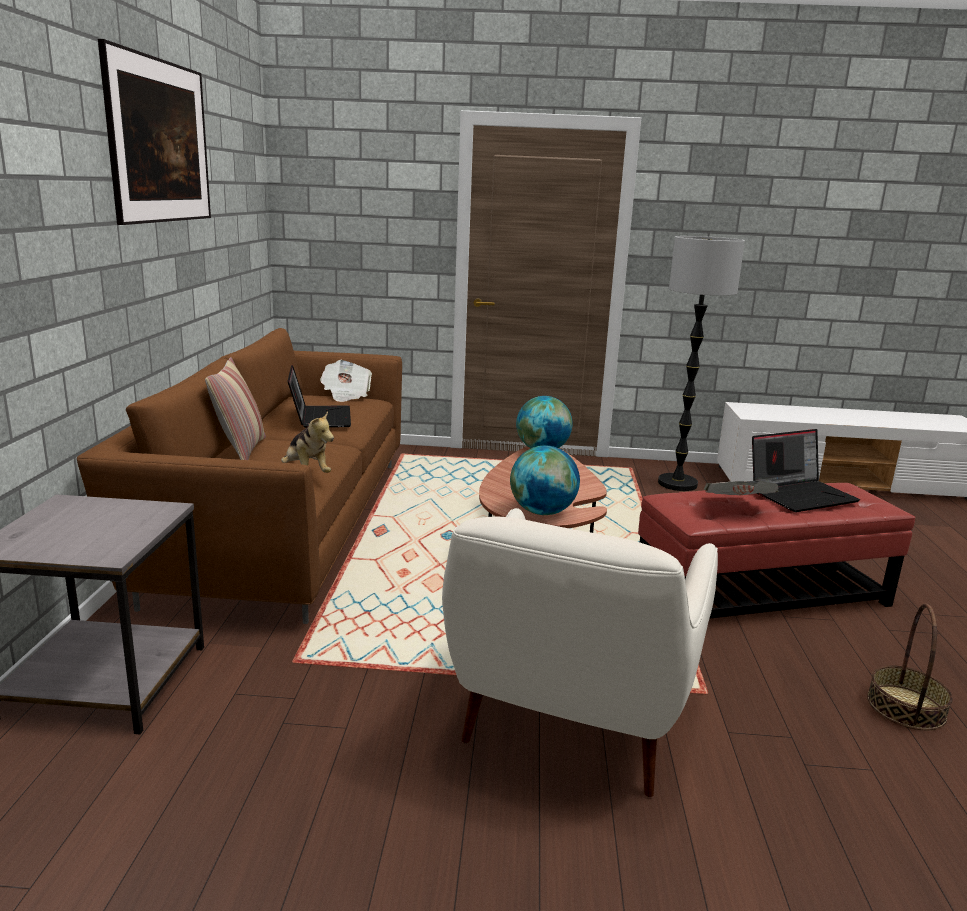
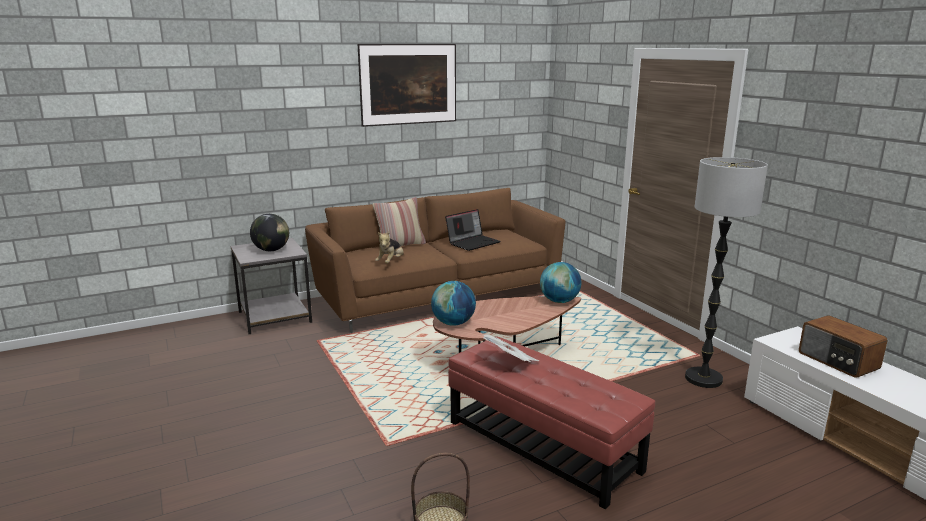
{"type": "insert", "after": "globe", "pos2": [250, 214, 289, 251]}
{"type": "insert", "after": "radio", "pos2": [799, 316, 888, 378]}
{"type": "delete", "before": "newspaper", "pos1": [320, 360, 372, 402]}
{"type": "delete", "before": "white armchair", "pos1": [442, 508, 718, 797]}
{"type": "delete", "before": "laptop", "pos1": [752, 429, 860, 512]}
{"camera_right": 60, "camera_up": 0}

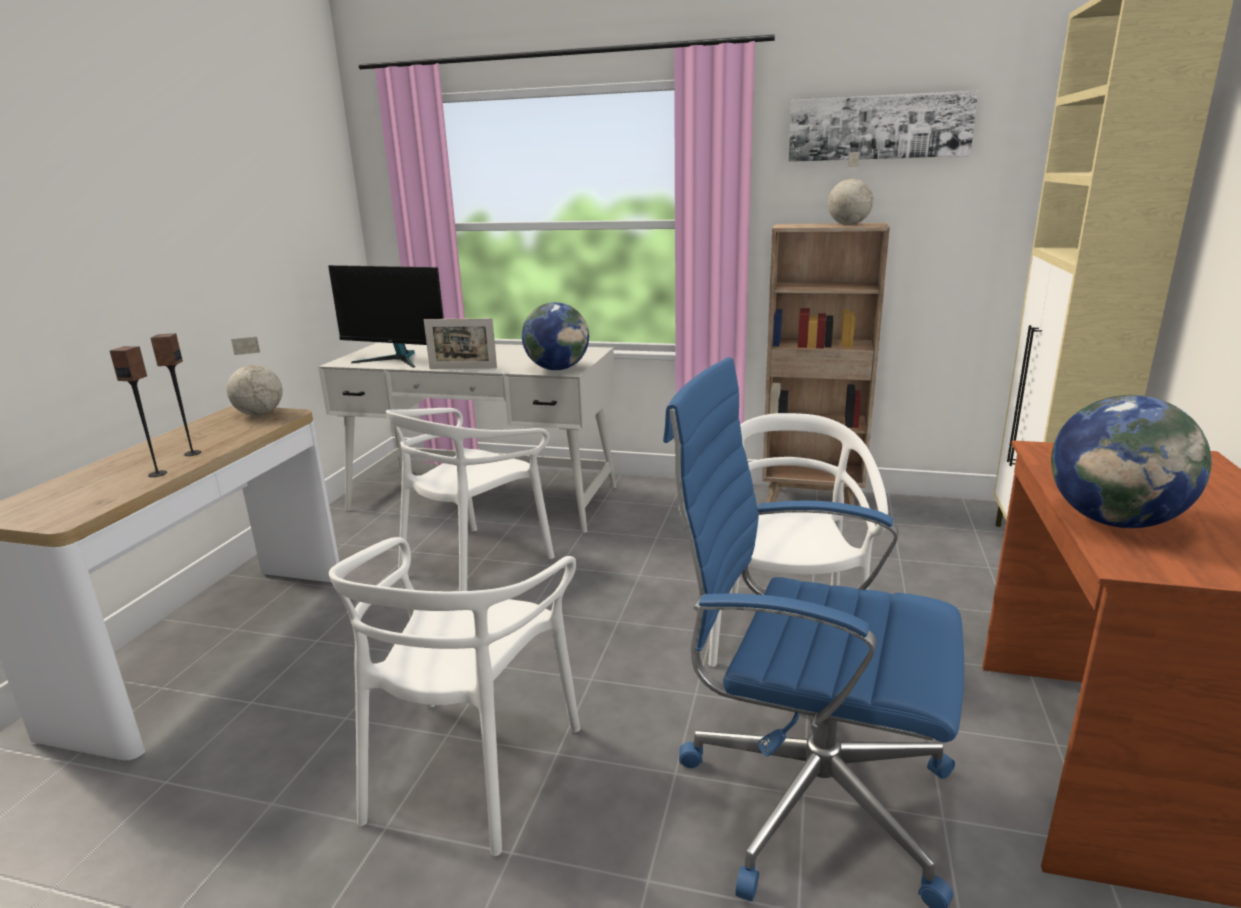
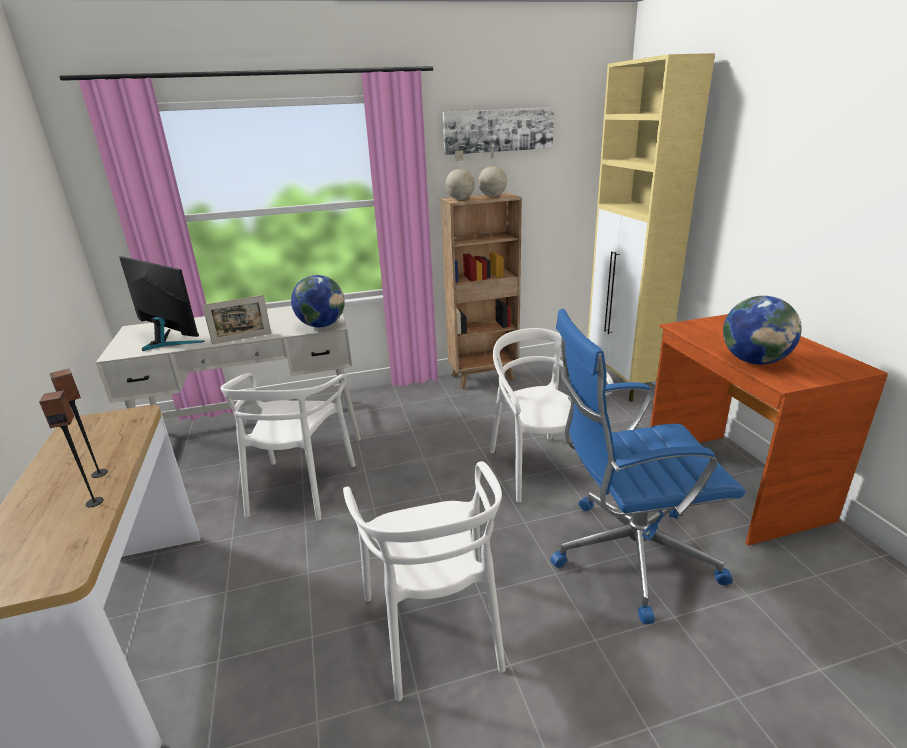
{"type": "rotate", "before": "monitor", "pos1": [328, 265, 444, 368], "pos2": [119, 256, 204, 351], "turn": -135}
{"type": "move", "before": "globe", "pos1": [227, 337, 283, 416], "pos2": [445, 150, 475, 200]}
{"camera_right": -30, "camera_up": 5}

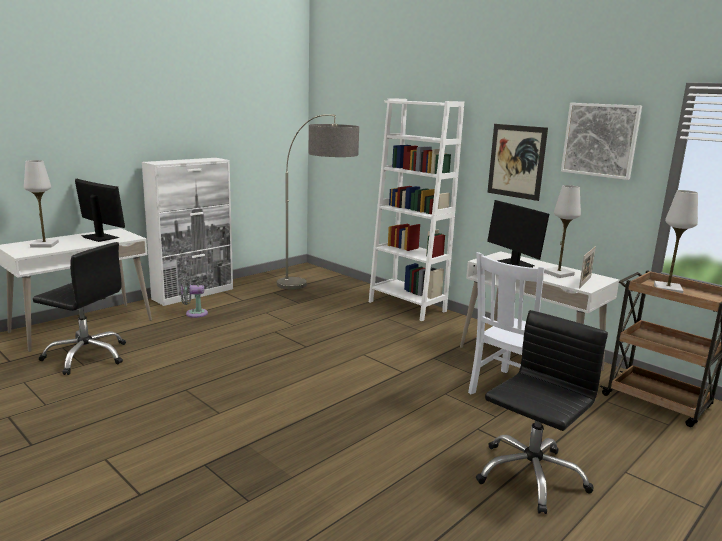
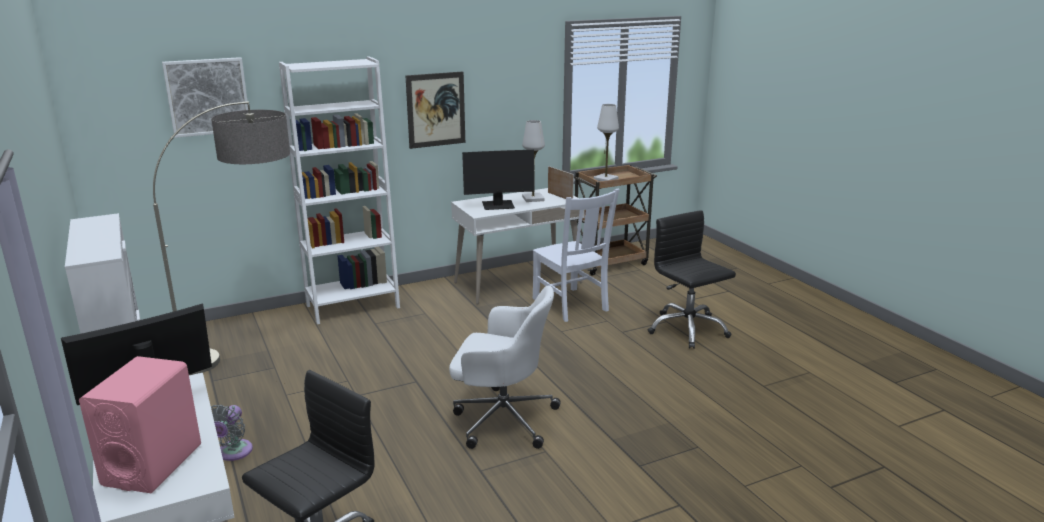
{"type": "replace", "before": "white table lamp", "after": "pink speaker", "pos1": [24, 160, 59, 247], "pos2": [79, 356, 201, 493]}
{"type": "move", "before": "picture", "pos1": [561, 103, 642, 180], "pos2": [162, 57, 248, 138]}
{"type": "insert", "after": "white office chair", "pos2": [449, 285, 561, 449]}
{"camera_right": -70, "camera_up": 5}

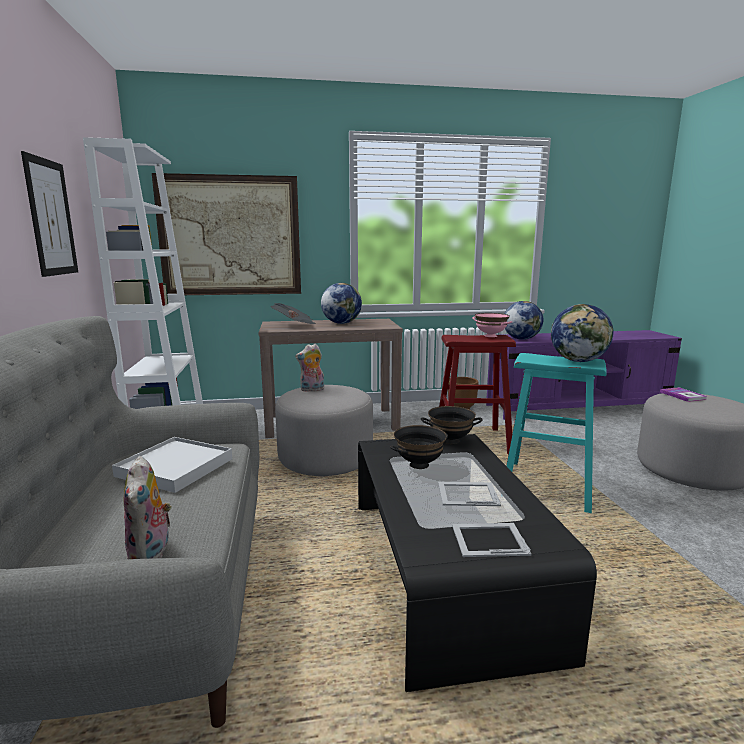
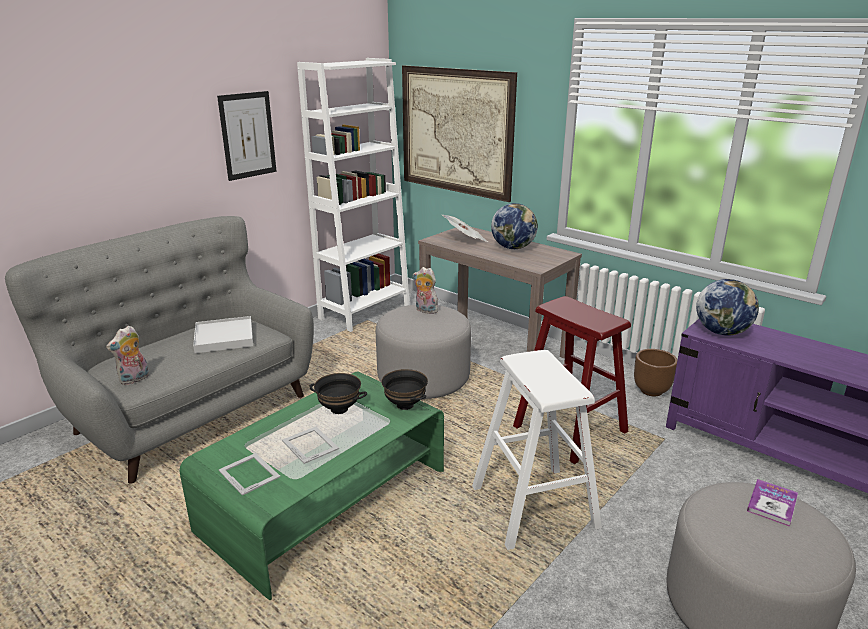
{"type": "recolor", "before": "black coffee table", "after": "green coffee table", "pos1": [358, 434, 597, 692], "pos2": [180, 372, 444, 600]}
{"type": "recolor", "before": "turquoise stool", "after": "white stool", "pos1": [506, 353, 607, 513], "pos2": [472, 350, 602, 550]}
{"type": "delete", "before": "pink bowl", "pos1": [472, 313, 512, 337]}
{"type": "delete", "before": "globe", "pos1": [551, 304, 614, 362]}
{"camera_right": 50, "camera_up": 10}

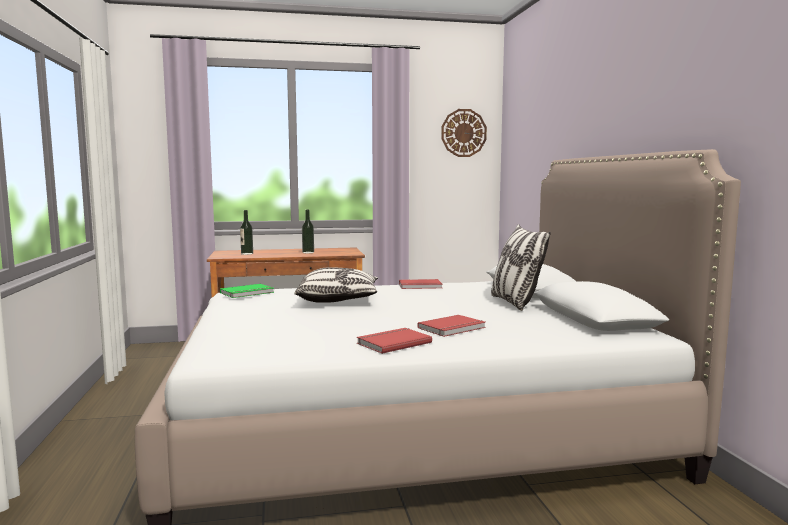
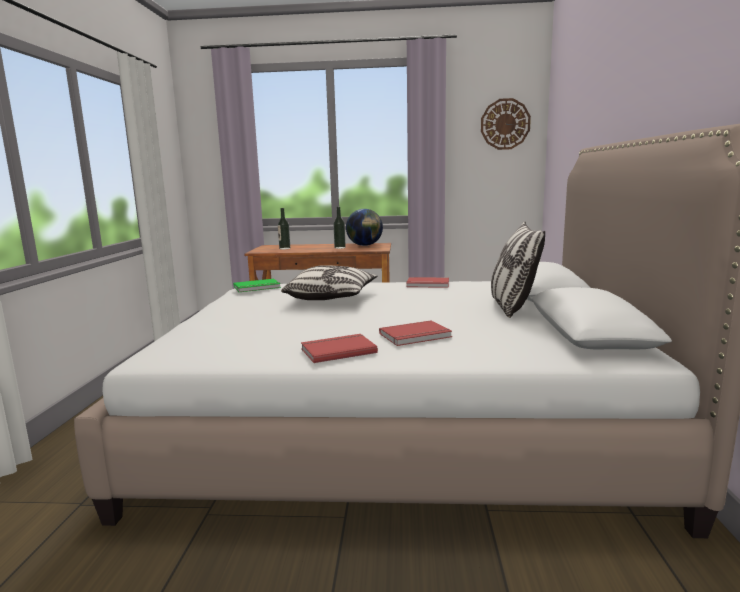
{"type": "insert", "after": "globe", "pos2": [346, 209, 383, 246]}
{"camera_right": 15, "camera_up": 5}

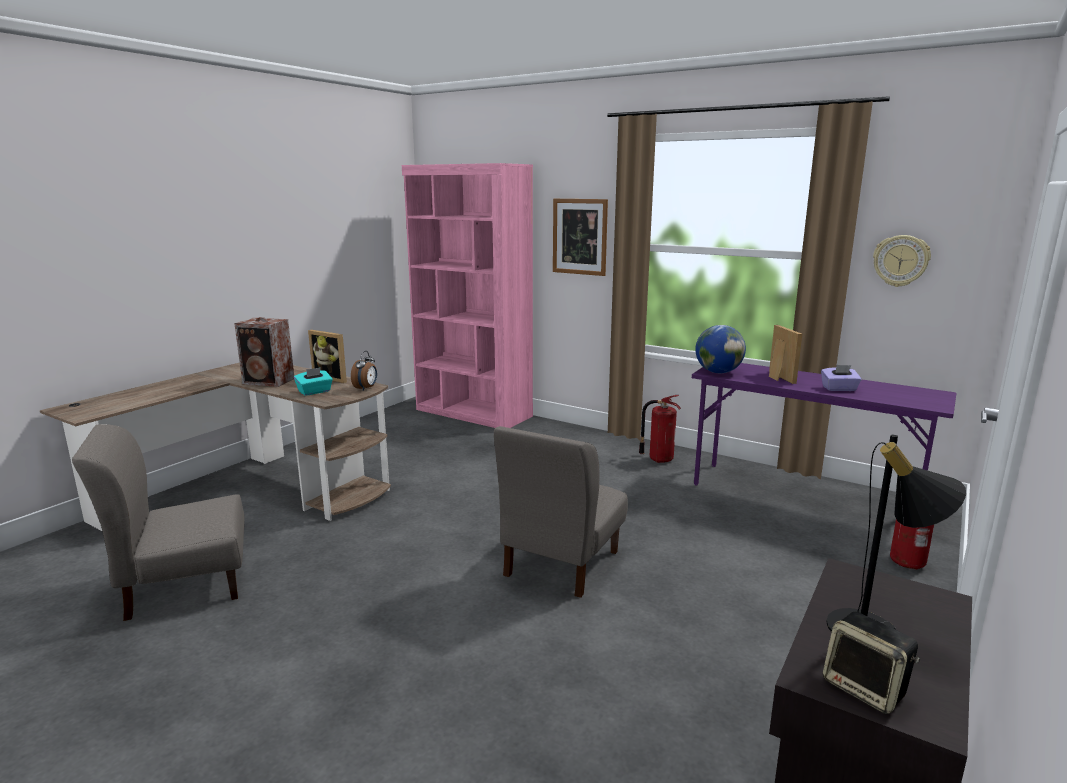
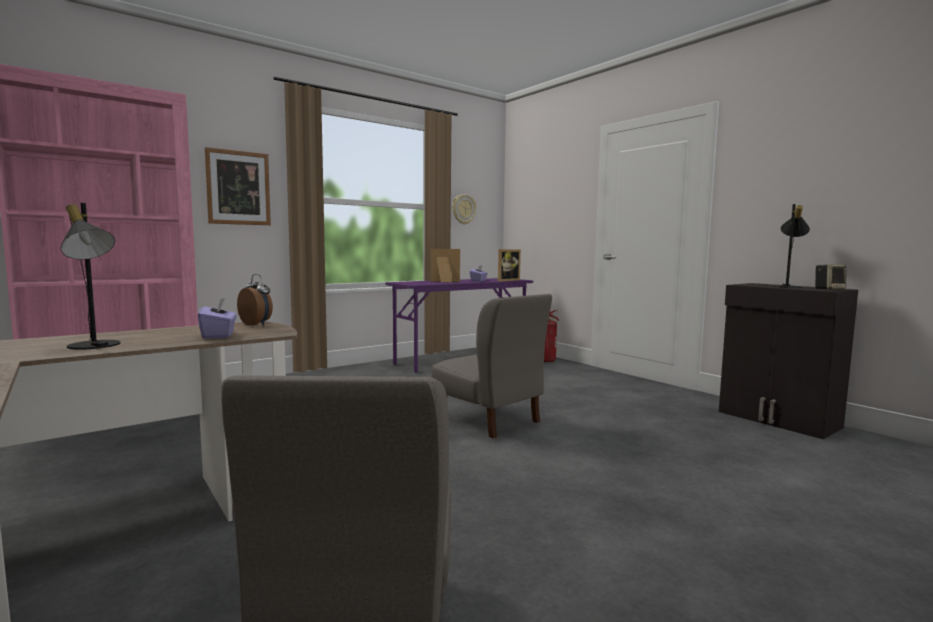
{"type": "replace", "before": "speaker", "after": "black table lamp", "pos1": [234, 317, 294, 387], "pos2": [61, 203, 120, 350]}
{"type": "recolor", "before": "turquoise tissue box", "after": "purple tissue box", "pos1": [294, 367, 333, 396], "pos2": [198, 298, 237, 339]}
{"type": "move", "before": "picture frame", "pos1": [308, 330, 347, 383], "pos2": [498, 249, 521, 281]}
{"type": "delete", "before": "fire extinguisher", "pos1": [639, 395, 681, 463]}
{"type": "delete", "before": "globe", "pos1": [695, 325, 746, 373]}
{"camera_right": -70, "camera_up": -10}

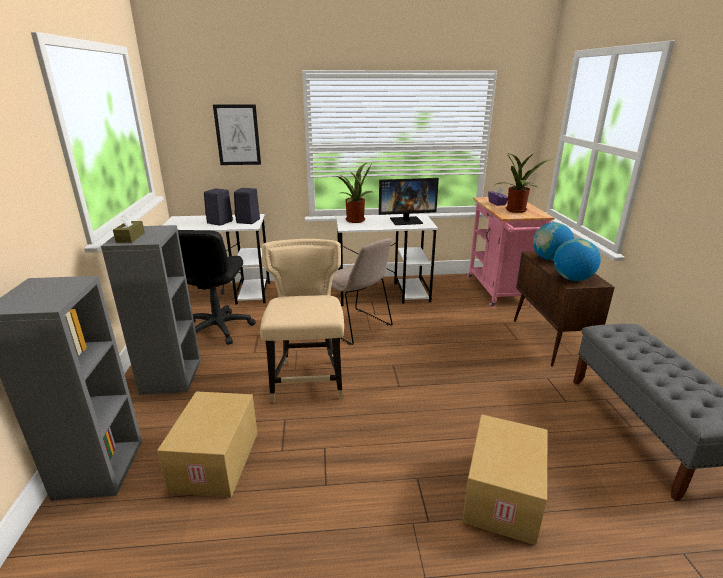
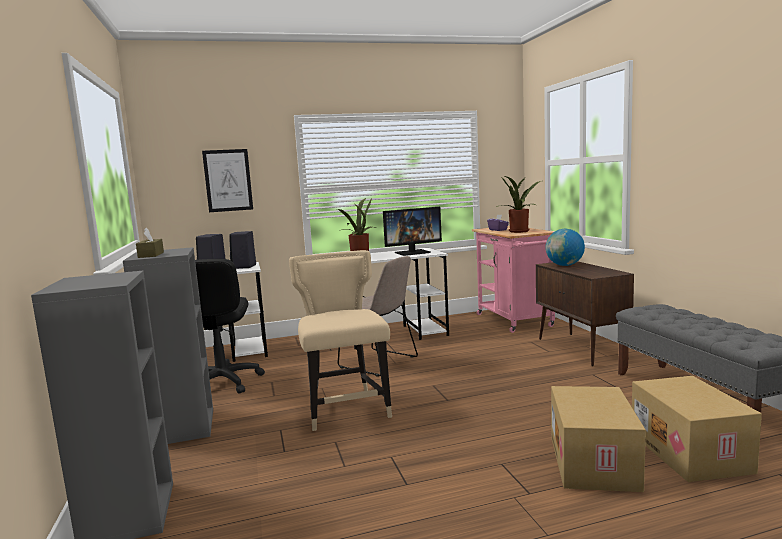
{"type": "move", "before": "cardboard box", "pos1": [157, 391, 257, 498], "pos2": [632, 376, 762, 482]}
{"type": "delete", "before": "globe", "pos1": [554, 239, 601, 281]}
{"camera_right": -10, "camera_up": -15}

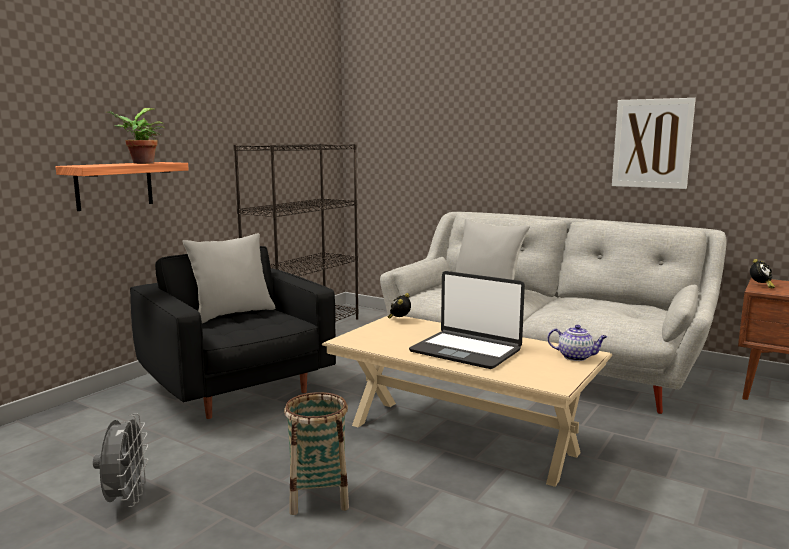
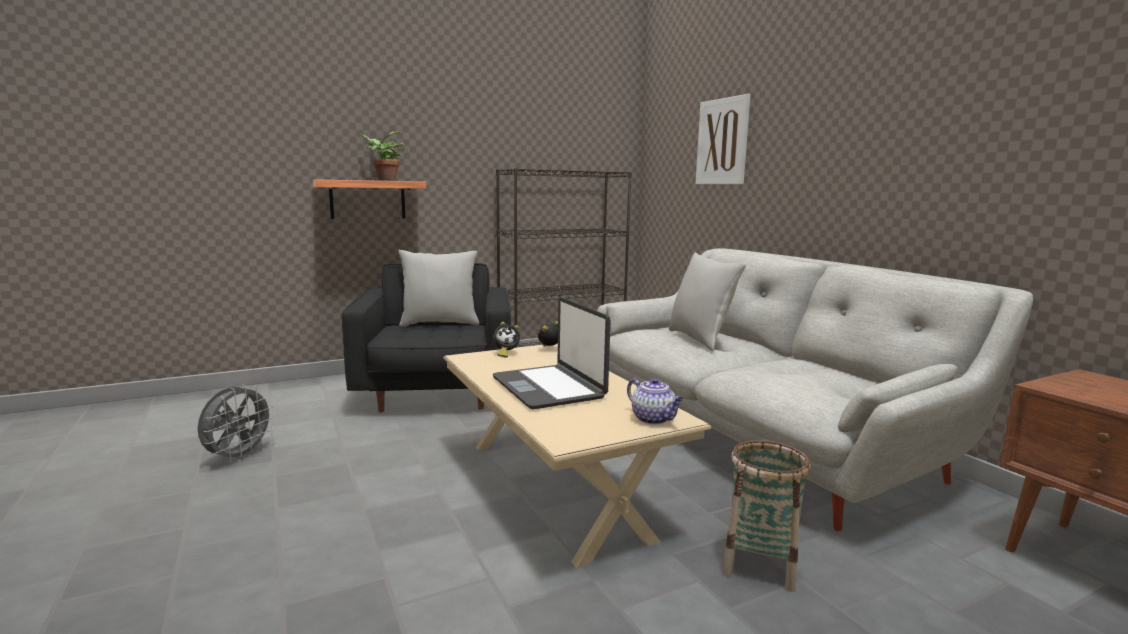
{"type": "move", "before": "alarm clock", "pos1": [750, 259, 775, 288], "pos2": [494, 322, 520, 358]}
{"type": "move", "before": "picture", "pos1": [612, 98, 696, 189], "pos2": [696, 94, 751, 184]}
{"type": "move", "before": "basket", "pos1": [284, 392, 349, 515], "pos2": [722, 440, 811, 591]}
{"camera_right": 30, "camera_up": 0}

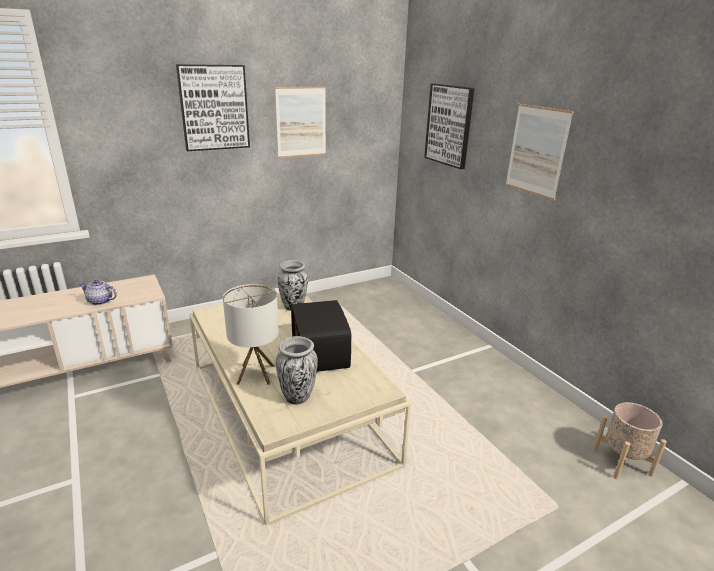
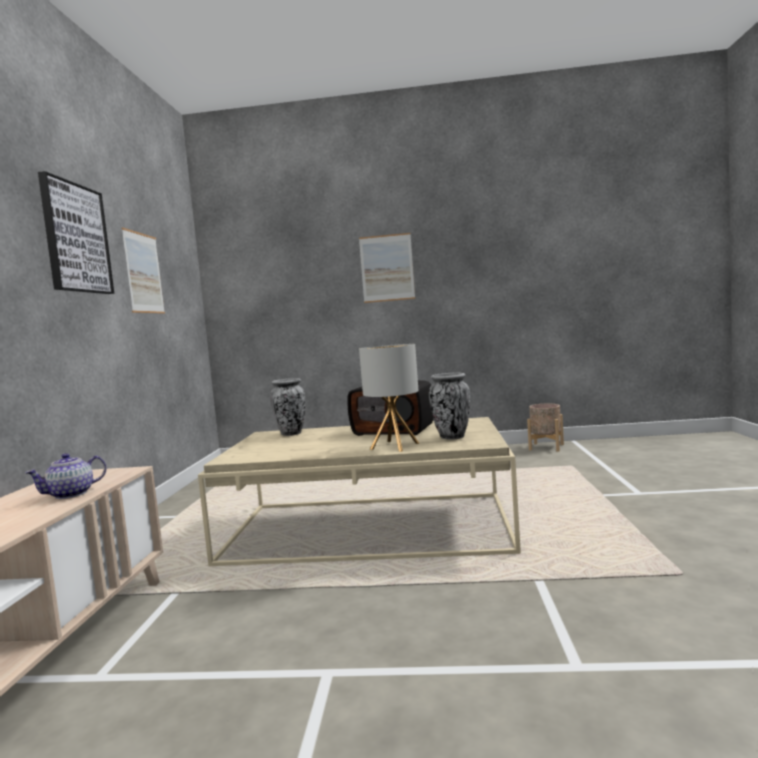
{"type": "delete", "before": "picture", "pos1": [424, 84, 474, 169]}
{"camera_right": -55, "camera_up": -20}

